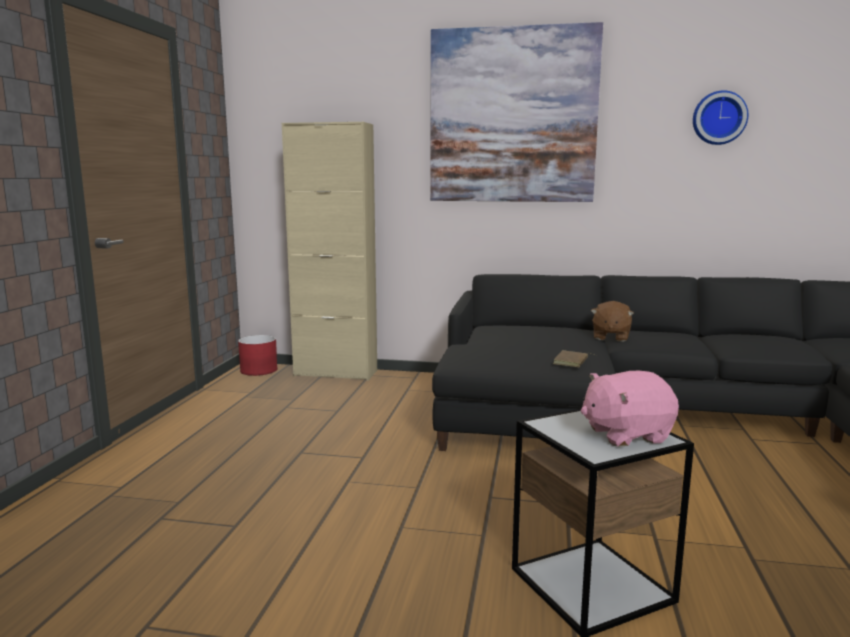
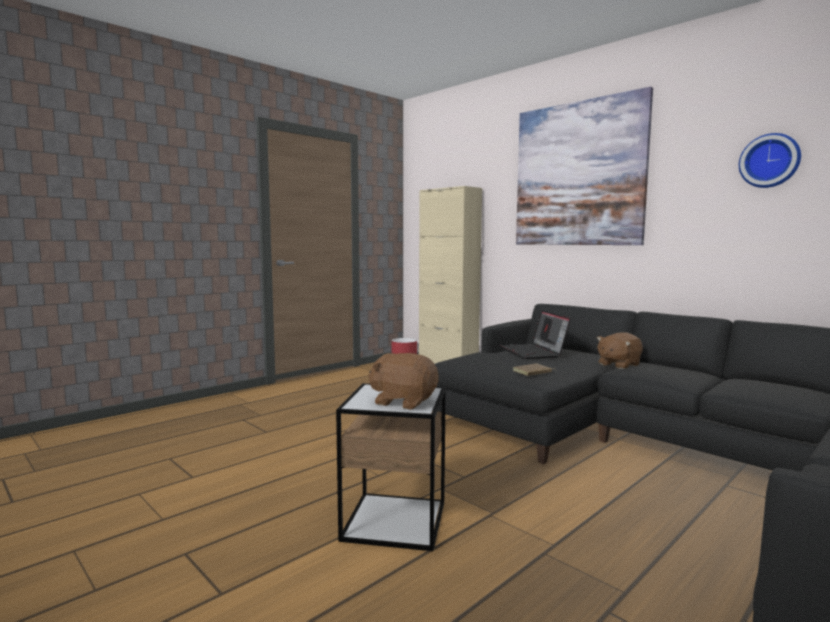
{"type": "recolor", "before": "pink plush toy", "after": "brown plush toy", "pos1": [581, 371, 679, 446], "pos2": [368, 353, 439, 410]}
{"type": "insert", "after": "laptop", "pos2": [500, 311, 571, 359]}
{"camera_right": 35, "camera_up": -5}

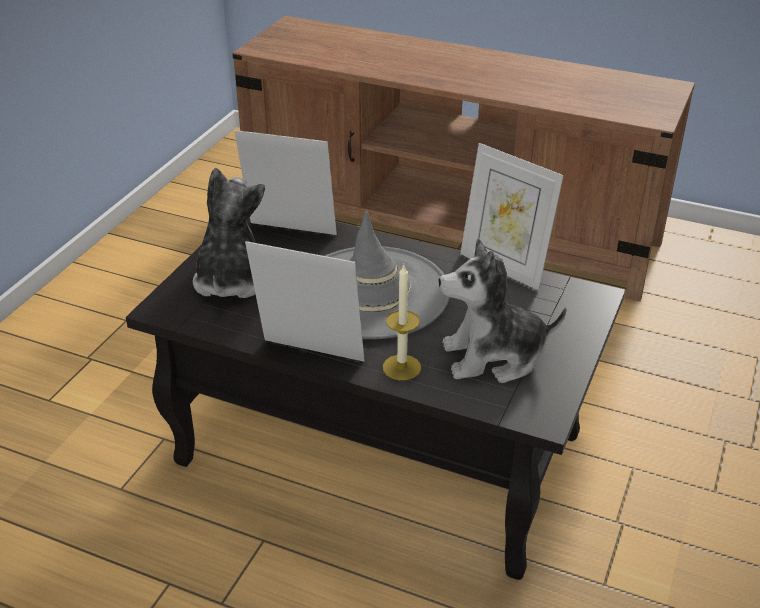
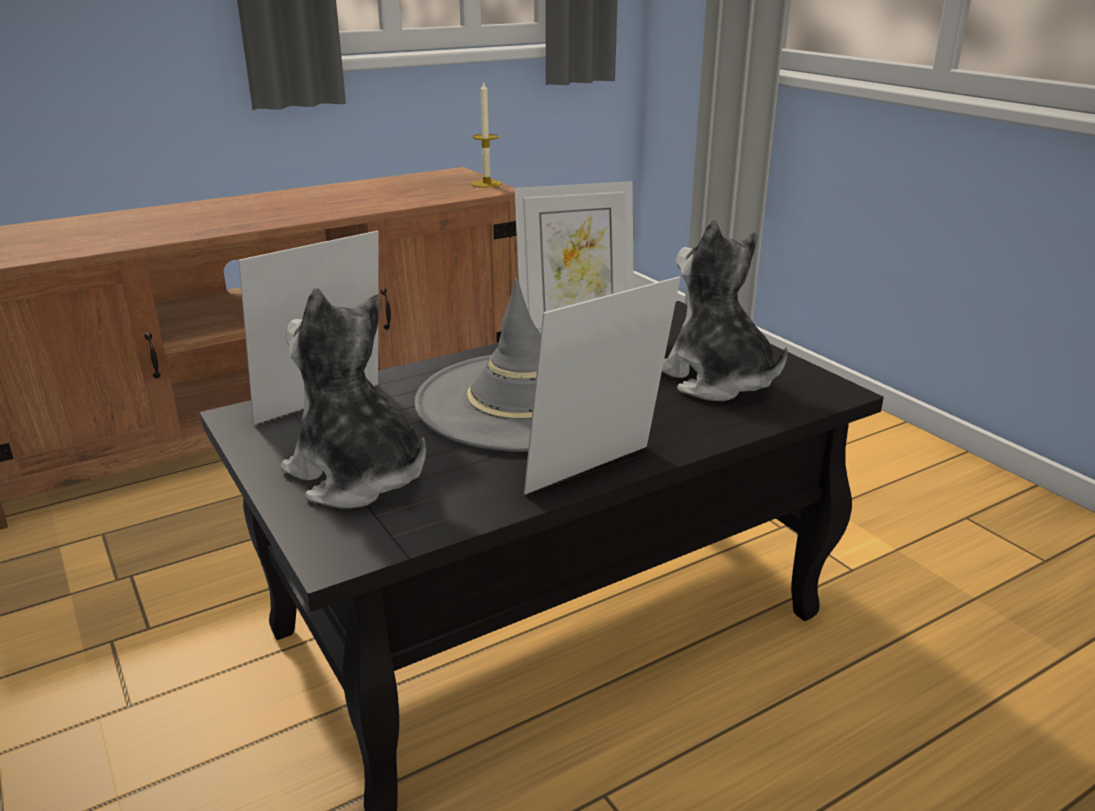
{"type": "move", "before": "candle", "pos1": [383, 265, 421, 380], "pos2": [472, 80, 502, 188]}
{"type": "rotate", "before": "plush toy", "pos1": [439, 238, 566, 383], "pos2": [662, 220, 788, 401], "turn": 120}
{"camera_right": -55, "camera_up": -10}

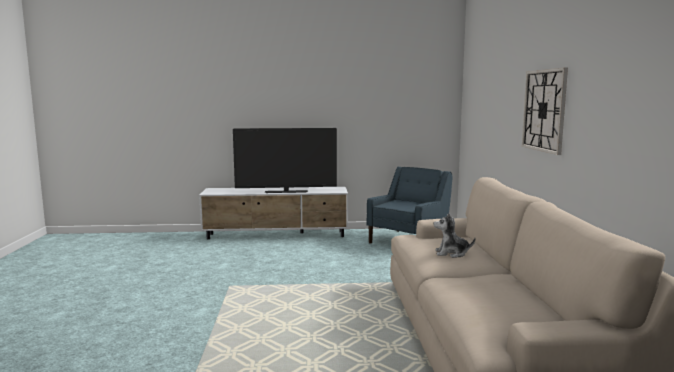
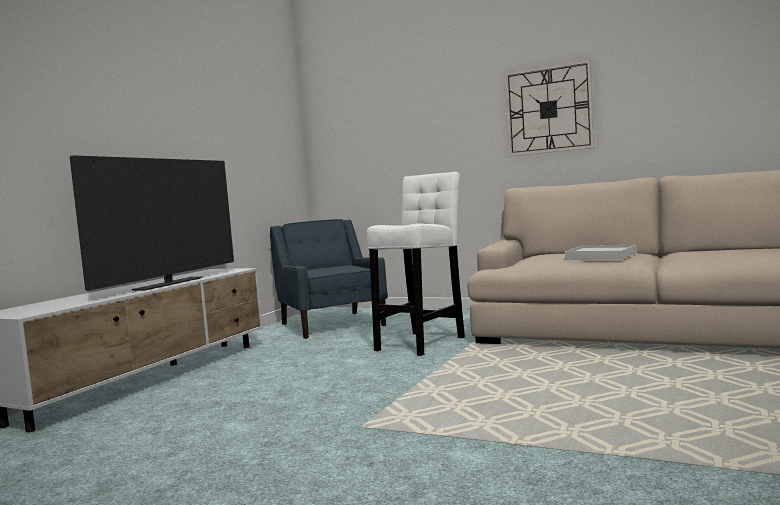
{"type": "insert", "after": "white stool", "pos2": [367, 172, 465, 356]}
{"type": "replace", "before": "plush toy", "after": "white tray", "pos1": [433, 212, 475, 258], "pos2": [565, 245, 637, 260]}
{"camera_right": -60, "camera_up": -5}

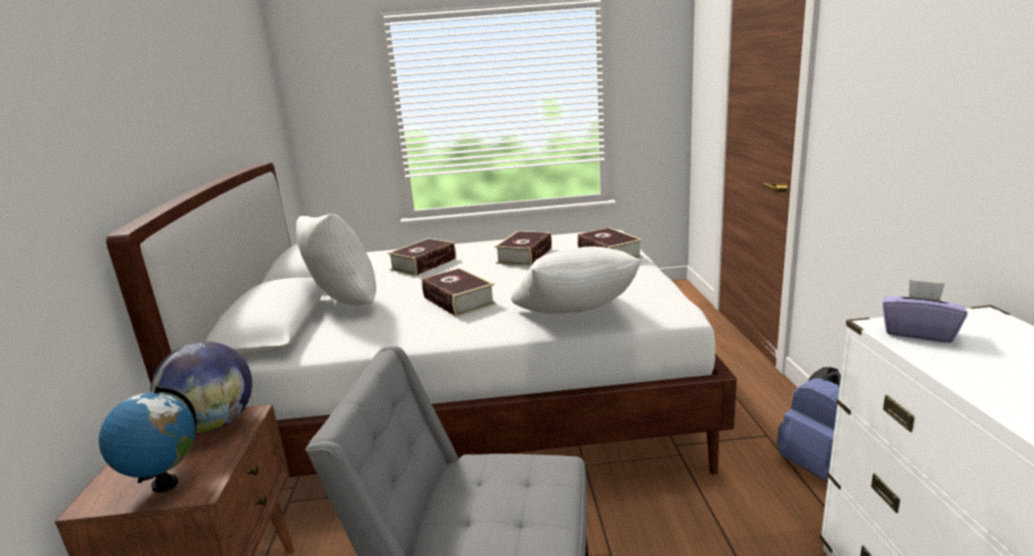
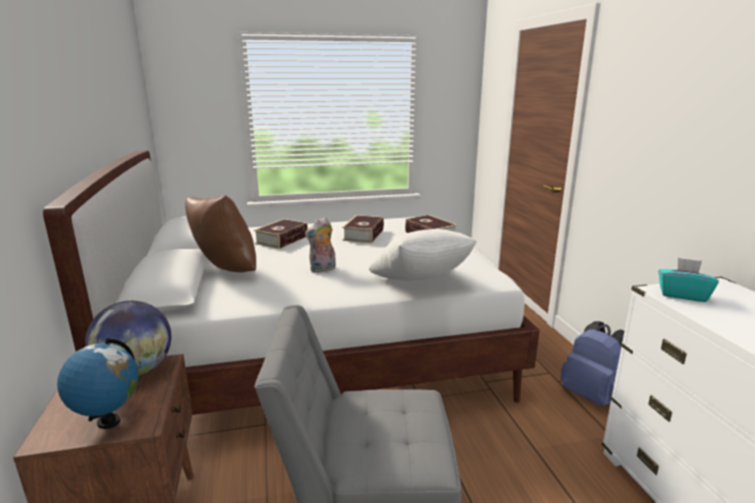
{"type": "recolor", "before": "white pillow", "after": "brown pillow", "pos1": [296, 213, 376, 305], "pos2": [185, 195, 256, 272]}
{"type": "replace", "before": "book", "after": "plush toy", "pos1": [422, 268, 496, 317], "pos2": [305, 217, 336, 273]}
{"type": "recolor", "before": "purple tissue box", "after": "turquoise tissue box", "pos1": [882, 279, 967, 343], "pos2": [658, 258, 719, 302]}
{"camera_right": -10, "camera_up": 0}

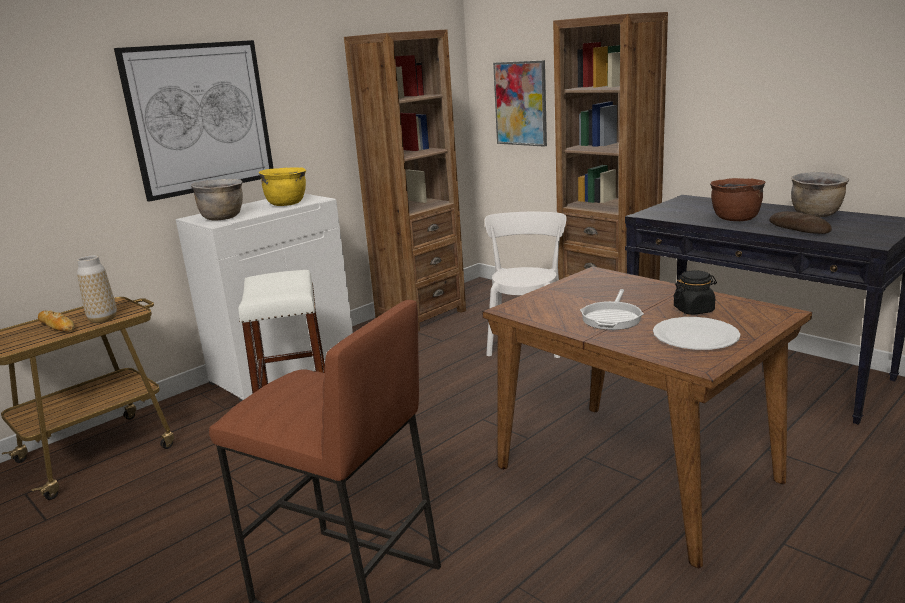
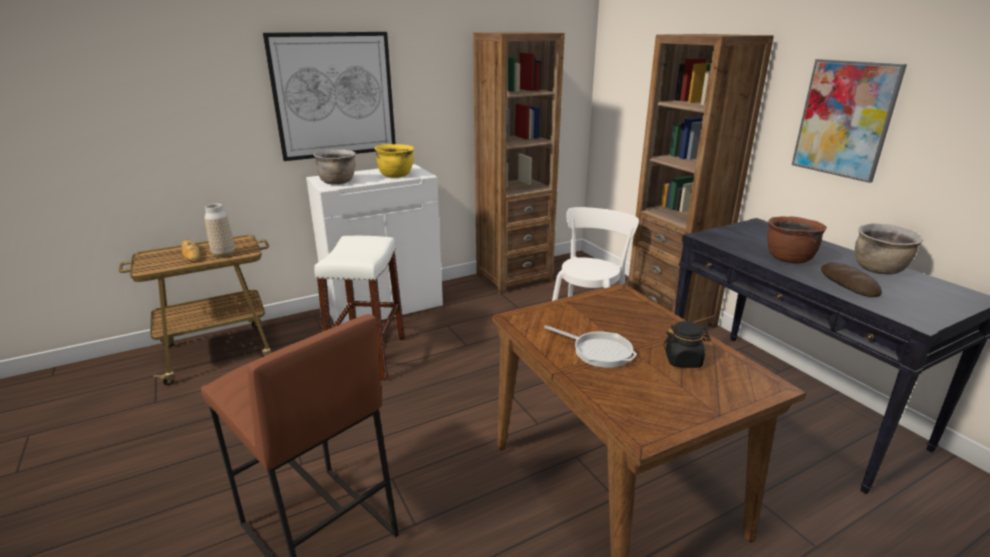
{"type": "rotate", "before": "frying pan", "pos1": [580, 289, 644, 330], "pos2": [544, 325, 637, 368], "turn": -90}
{"type": "move", "before": "picture", "pos1": [493, 60, 547, 147], "pos2": [792, 59, 907, 183]}
{"type": "delete", "before": "white plate", "pos1": [653, 317, 741, 350]}
{"camera_right": 15, "camera_up": 5}

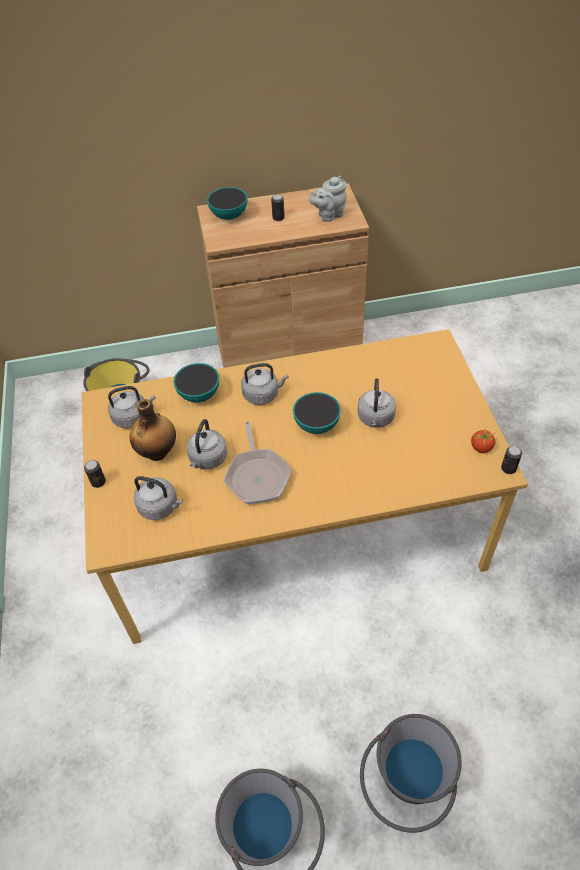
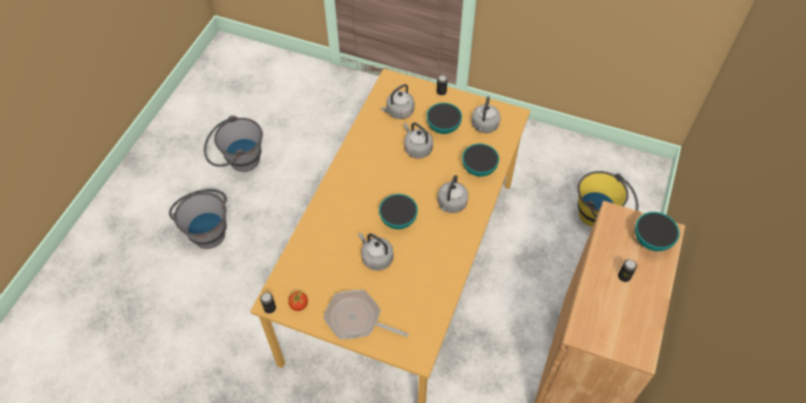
{"type": "move", "before": "frying pan", "pos1": [223, 421, 292, 504], "pos2": [323, 290, 409, 339]}
{"type": "replace", "before": "bottle", "after": "bowl", "pos1": [130, 399, 176, 461], "pos2": [426, 103, 462, 134]}
{"type": "delete", "before": "grey teapot", "pos1": [309, 176, 347, 222]}
{"camera_right": 120, "camera_up": 5}

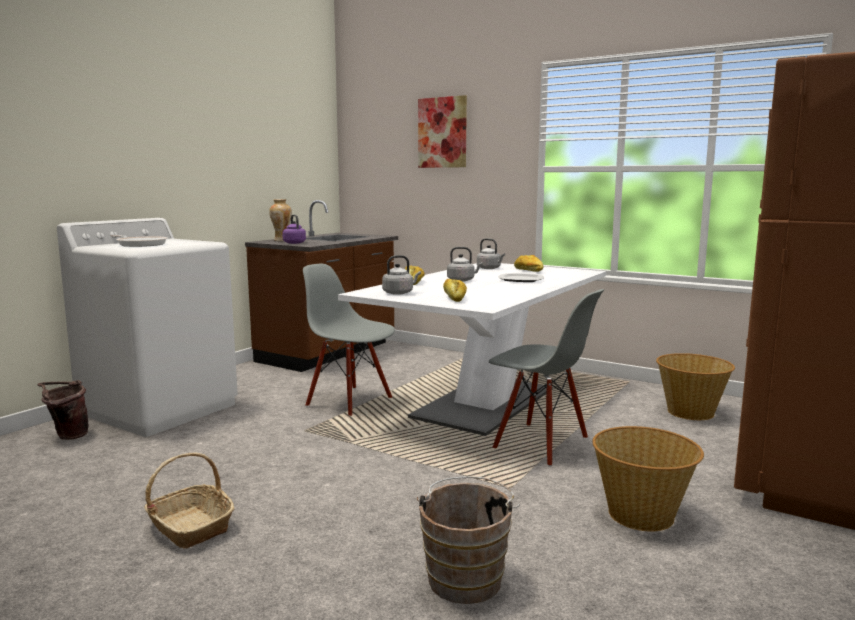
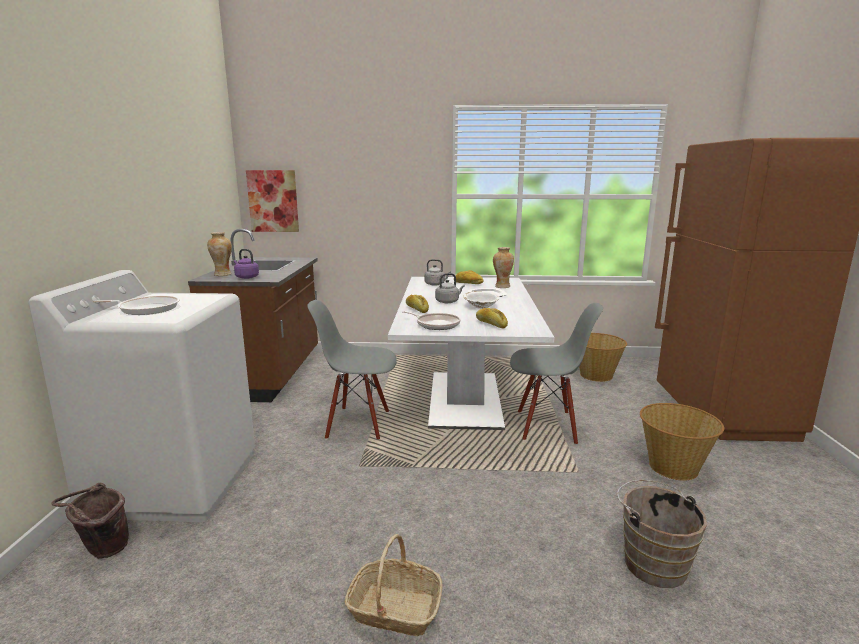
{"type": "move", "before": "picture", "pos1": [418, 95, 467, 168], "pos2": [246, 170, 299, 232]}
{"type": "replace", "before": "grey kettle", "after": "frying pan", "pos1": [382, 255, 421, 295], "pos2": [402, 311, 460, 330]}
{"type": "insert", "after": "white bowl", "pos2": [463, 291, 500, 309]}
{"type": "insert", "after": "vase", "pos2": [493, 247, 514, 288]}
{"camera_right": -30, "camera_up": 5}

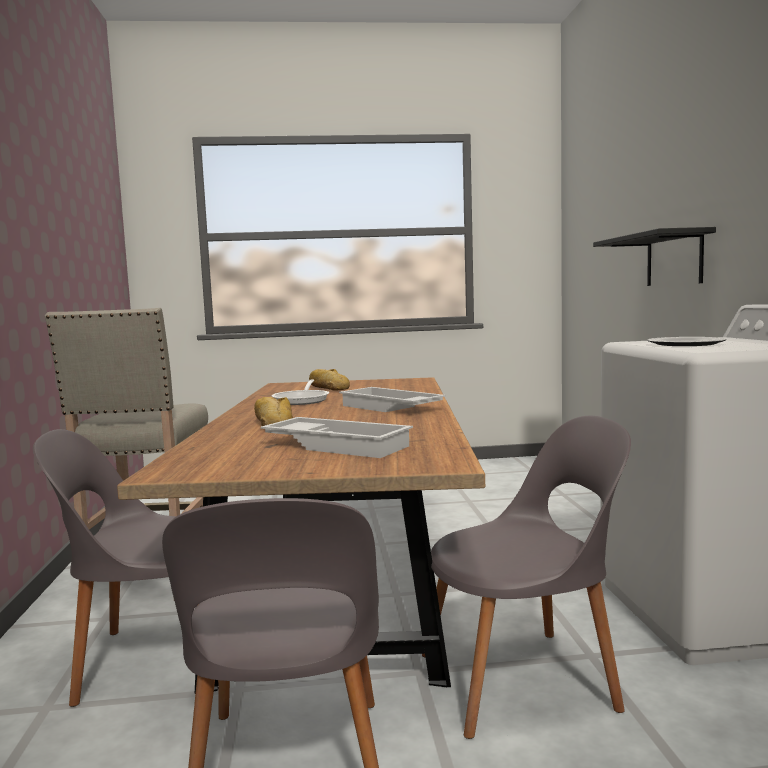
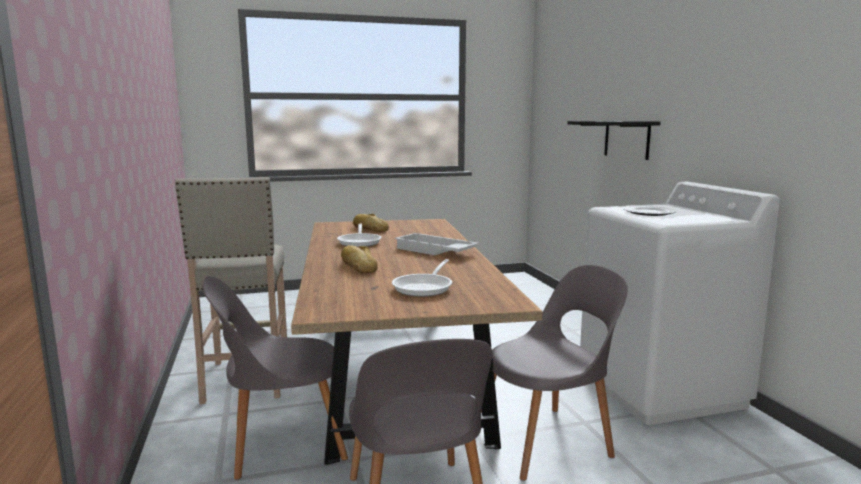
{"type": "replace", "before": "white tray", "after": "frying pan", "pos1": [261, 417, 413, 458], "pos2": [392, 259, 452, 297]}
{"camera_right": -10, "camera_up": 5}

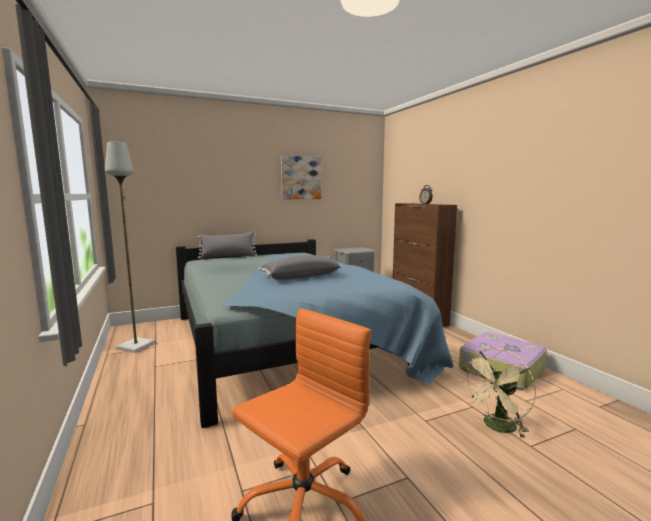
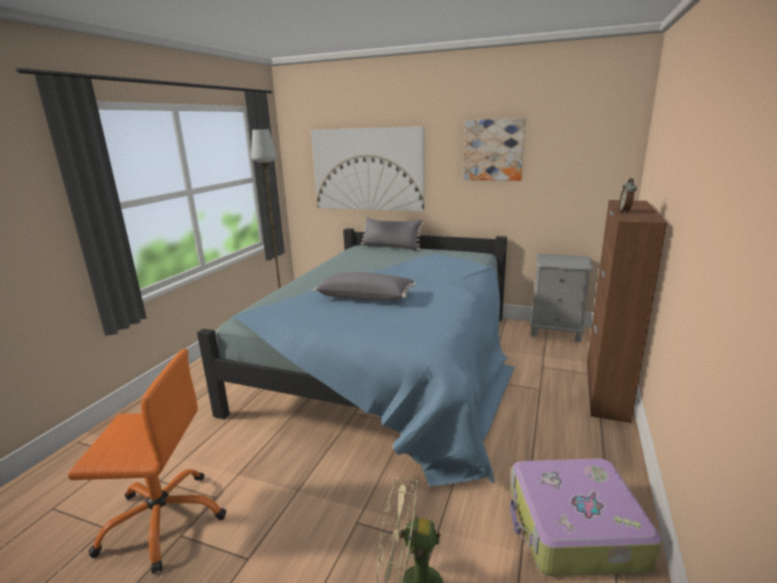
{"type": "insert", "after": "picture", "pos2": [311, 126, 424, 212]}
{"camera_right": 45, "camera_up": 10}

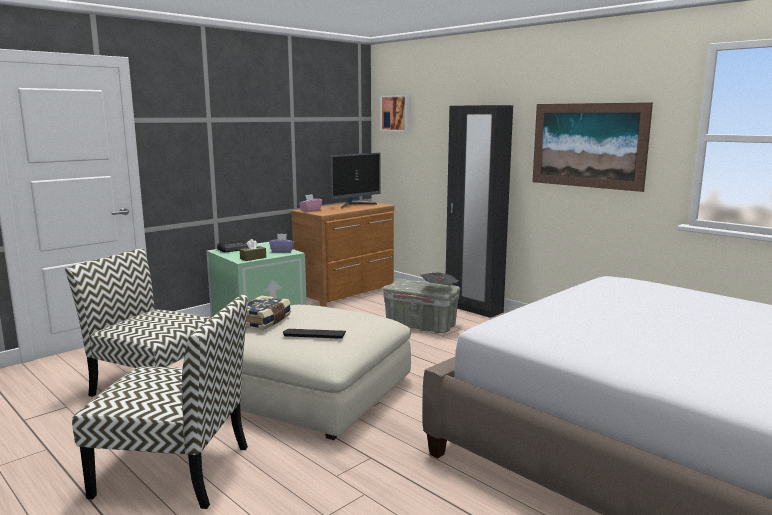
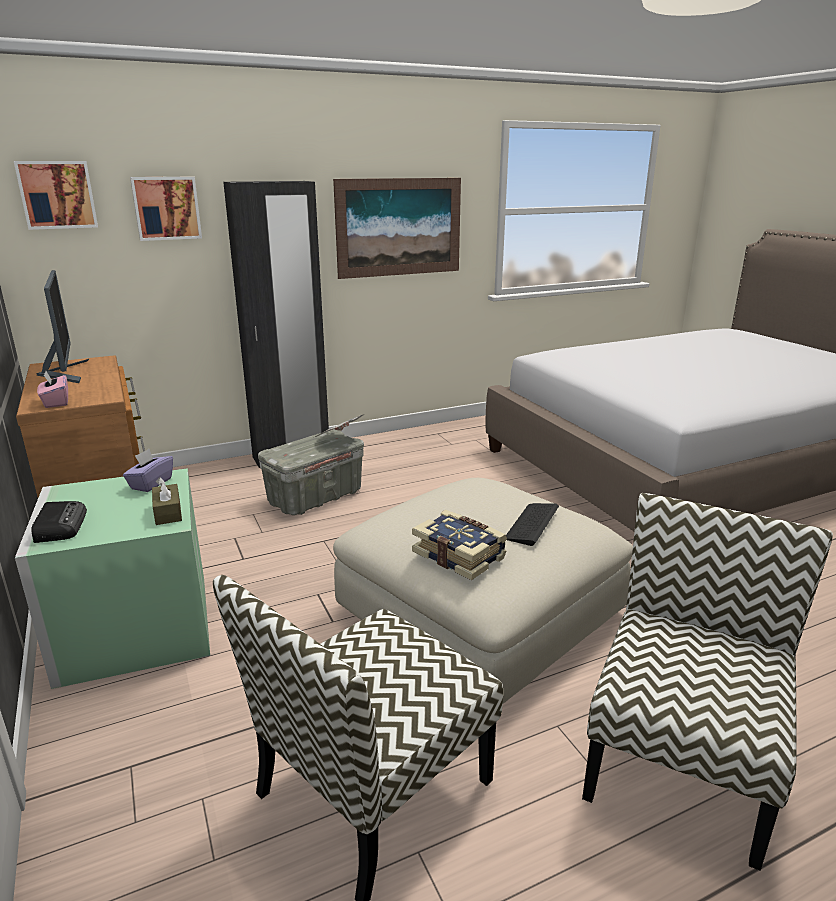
{"type": "insert", "after": "picture", "pos2": [130, 177, 202, 241]}
{"camera_right": -70, "camera_up": 10}

